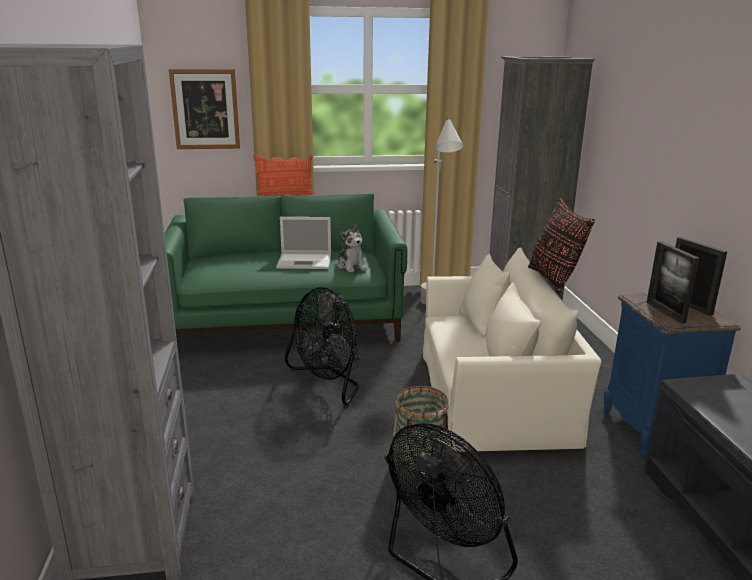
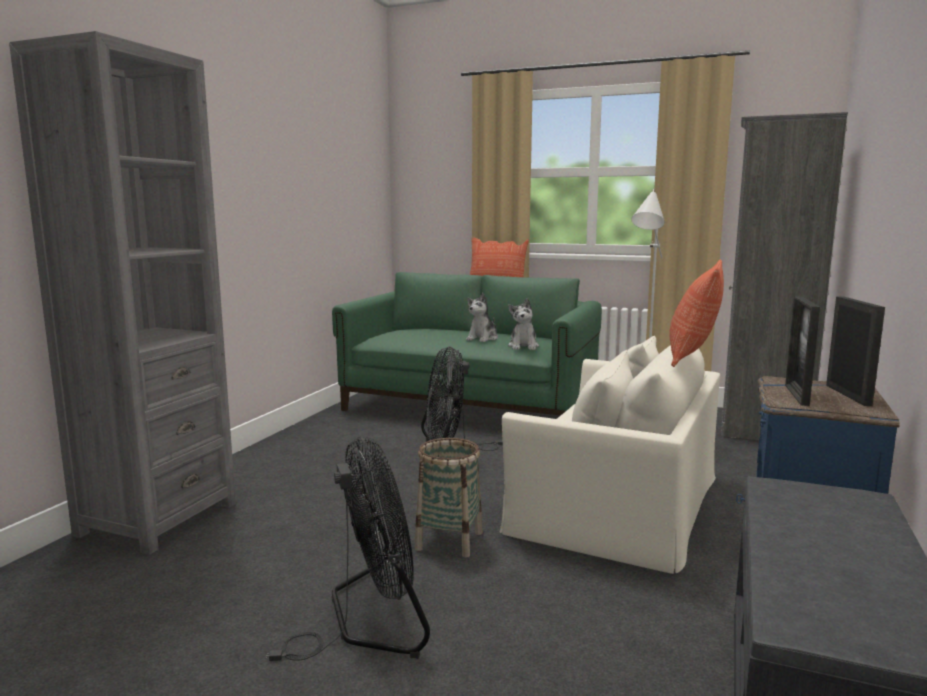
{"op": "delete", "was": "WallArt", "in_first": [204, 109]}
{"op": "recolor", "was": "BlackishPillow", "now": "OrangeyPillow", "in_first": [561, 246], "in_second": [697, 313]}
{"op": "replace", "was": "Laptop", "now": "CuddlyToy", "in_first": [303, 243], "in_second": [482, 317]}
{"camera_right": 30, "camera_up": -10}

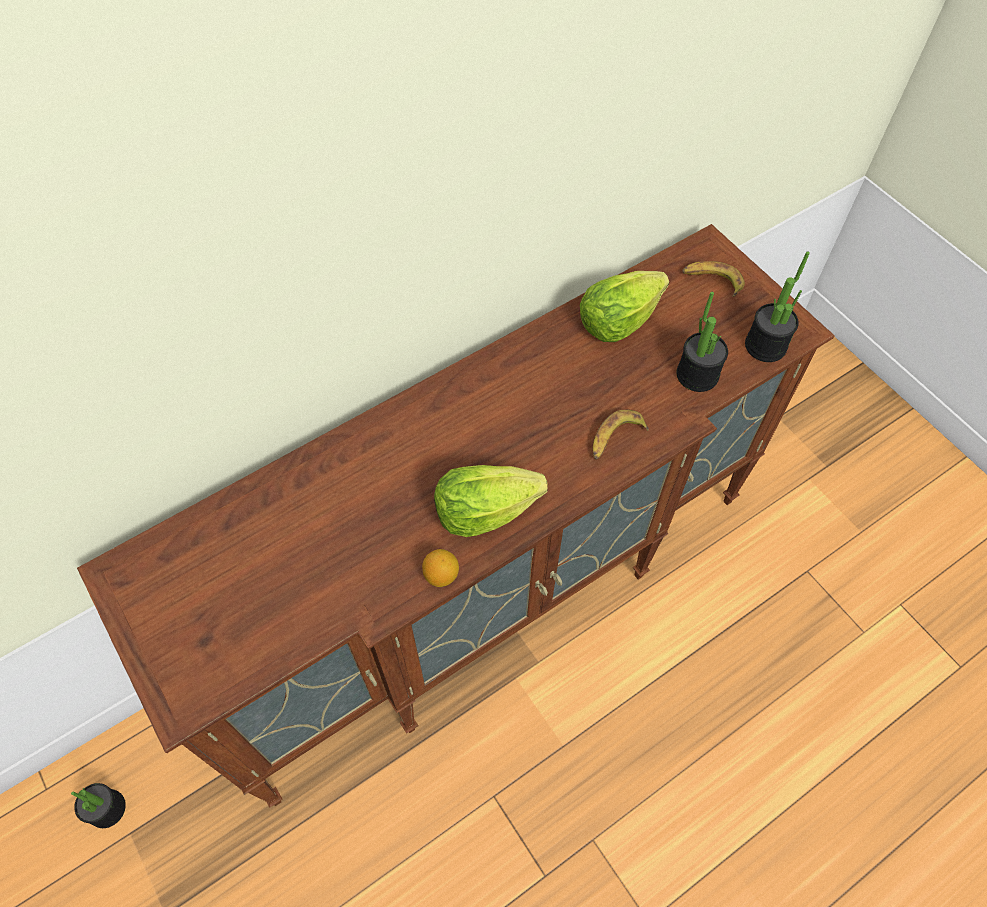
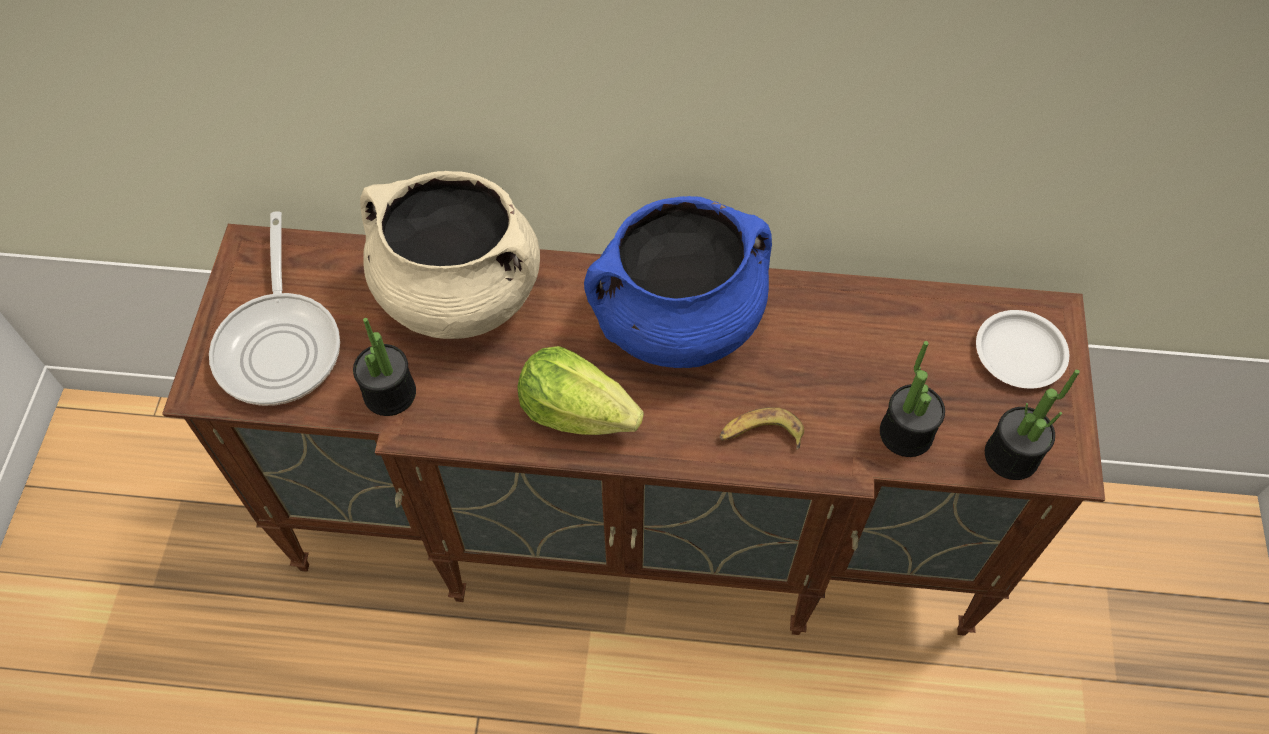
{"op": "replace", "was": "Banana", "now": "WhiteColouredFlatDish", "in_first": [713, 279], "in_second": [1022, 349]}
{"op": "delete", "was": "Lettuce", "in_first": [624, 306]}
{"op": "delete", "was": "CitrusFruit", "in_first": [440, 568]}
{"op": "move", "was": "PottedPlant", "in_first": [98, 805], "in_second": [384, 367]}
{"op": "insert", "now": "BeigeColouredStockpot", "in_second": [450, 255]}
{"op": "insert", "now": "BlueStockpot", "in_second": [678, 282]}
{"op": "insert", "now": "Pan", "in_second": [274, 308]}
{"camera_right": 40, "camera_up": 0}

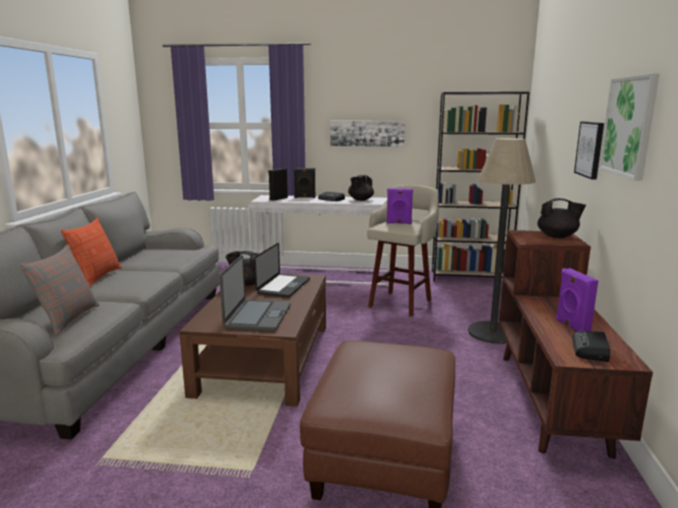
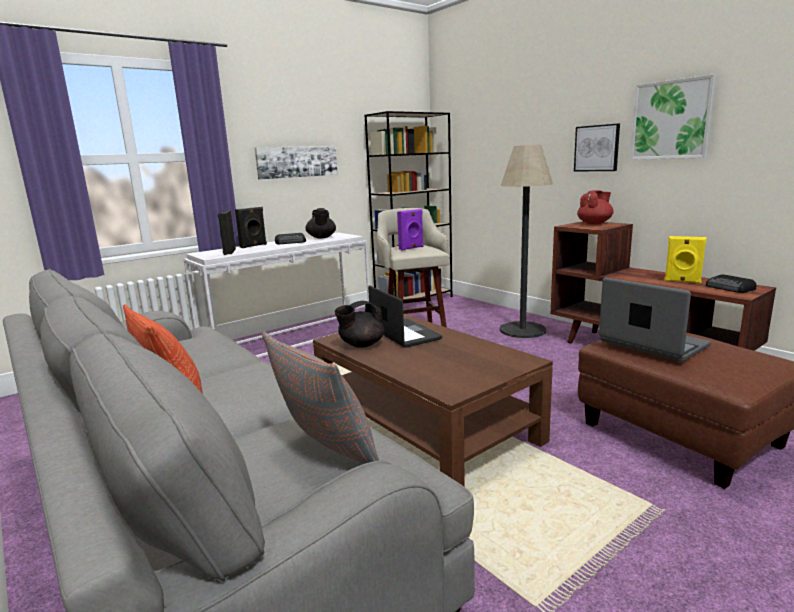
{"op": "recolor", "was": "BlackishPotForTea", "now": "RedPotForTea", "in_first": [561, 218], "in_second": [595, 207]}
{"op": "move", "was": "Laptop", "in_first": [255, 293], "in_second": [655, 319]}
{"op": "recolor", "was": "PurpleLoudspeaker", "now": "YellowishLoudspeaker", "in_first": [577, 299], "in_second": [685, 259]}
{"camera_right": -45, "camera_up": 0}

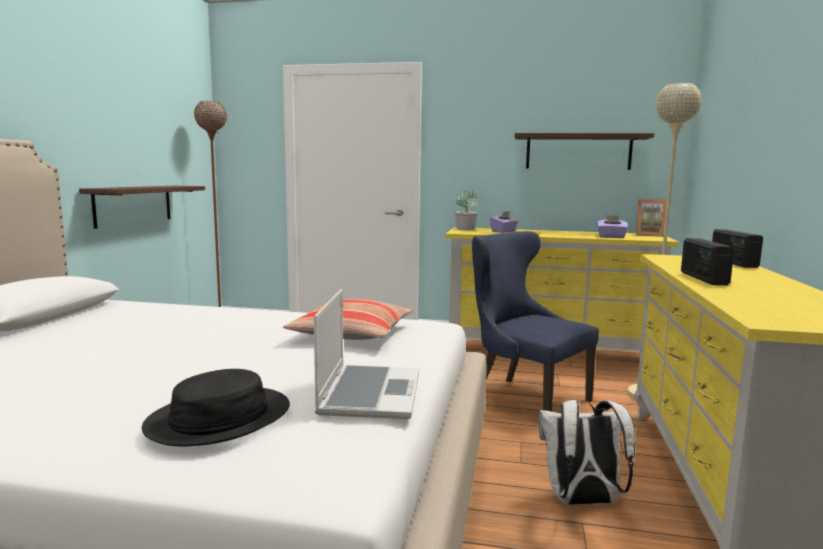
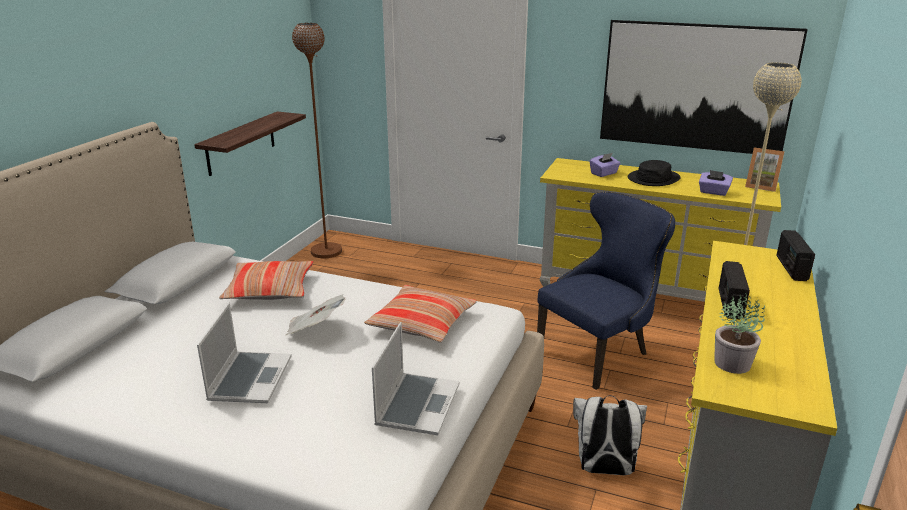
{"op": "replace", "was": "Shelf", "now": "WallArt", "in_first": [584, 151], "in_second": [704, 87]}
{"op": "move", "was": "PottedPlant", "in_first": [466, 210], "in_second": [739, 333]}
{"op": "rotate", "was": "BluePlainChair", "in_first": [535, 321], "in_second": [606, 291], "clockwise": 90}
{"op": "move", "was": "BlackishClothingHat", "in_first": [216, 407], "in_second": [654, 173]}
{"op": "insert", "now": "Pillow", "in_second": [266, 280]}
{"op": "insert", "now": "DailyPaper", "in_second": [315, 315]}
{"op": "insert", "now": "Laptop", "in_second": [244, 353]}
{"camera_right": 10, "camera_up": 15}

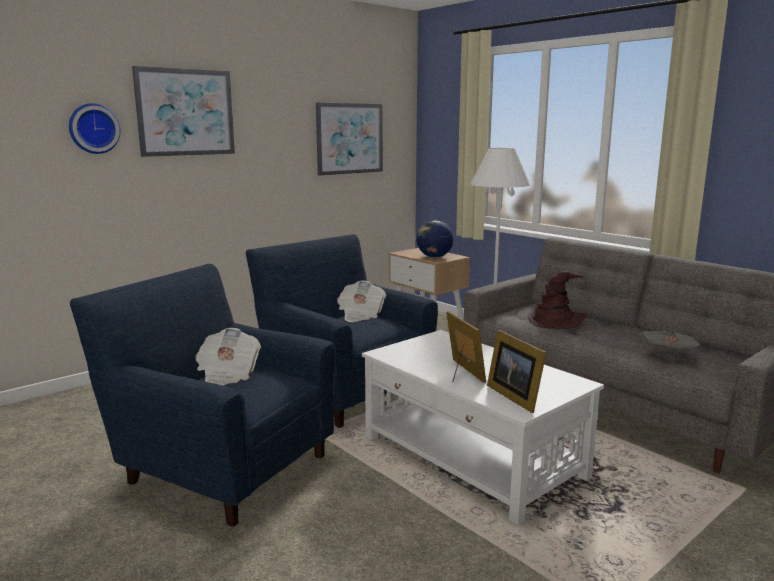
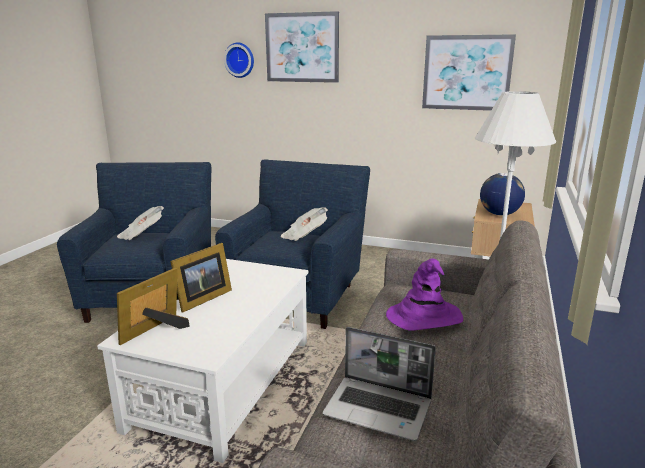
{"op": "recolor", "was": "BrownClothingHat", "now": "PurpleClothingHat", "in_first": [557, 300], "in_second": [424, 294]}
{"op": "replace", "was": "DailyPaper", "now": "Laptop", "in_first": [669, 339], "in_second": [379, 384]}
{"camera_right": 60, "camera_up": 5}

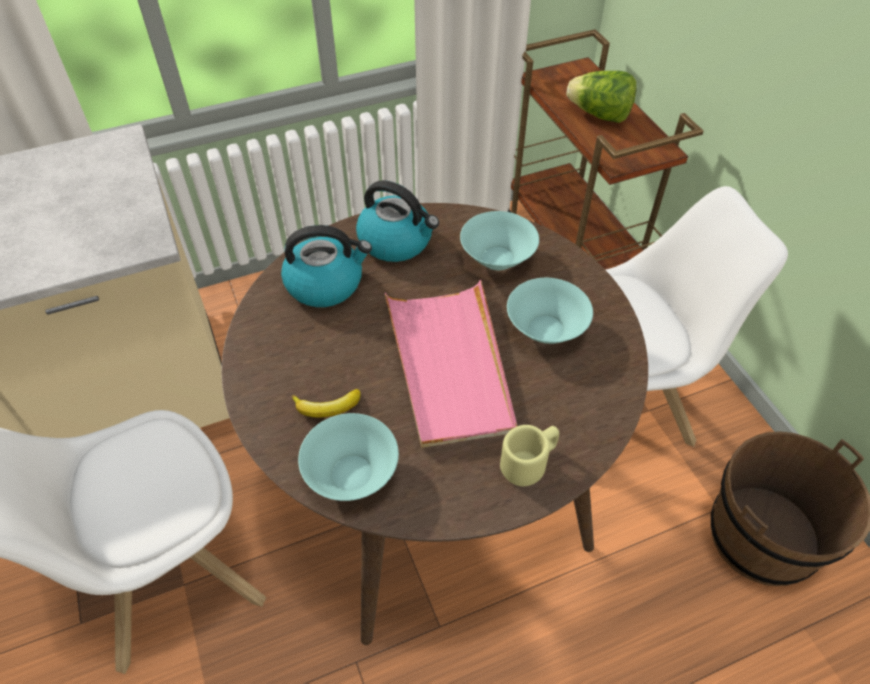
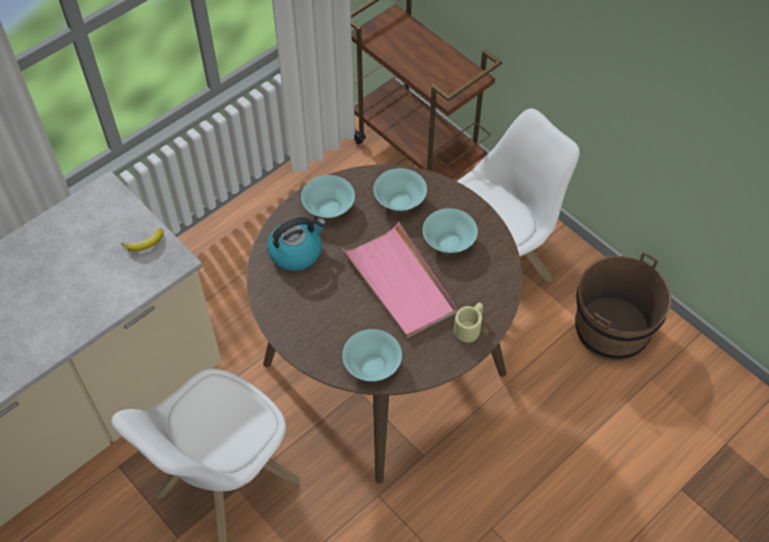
{"op": "delete", "was": "Lettuce", "in_first": [601, 97]}
{"op": "replace", "was": "WaterKettle", "now": "TurquoiseBowl", "in_first": [397, 221], "in_second": [328, 196]}
{"op": "move", "was": "Banana", "in_first": [326, 403], "in_second": [142, 240]}
{"camera_right": -20, "camera_up": 5}

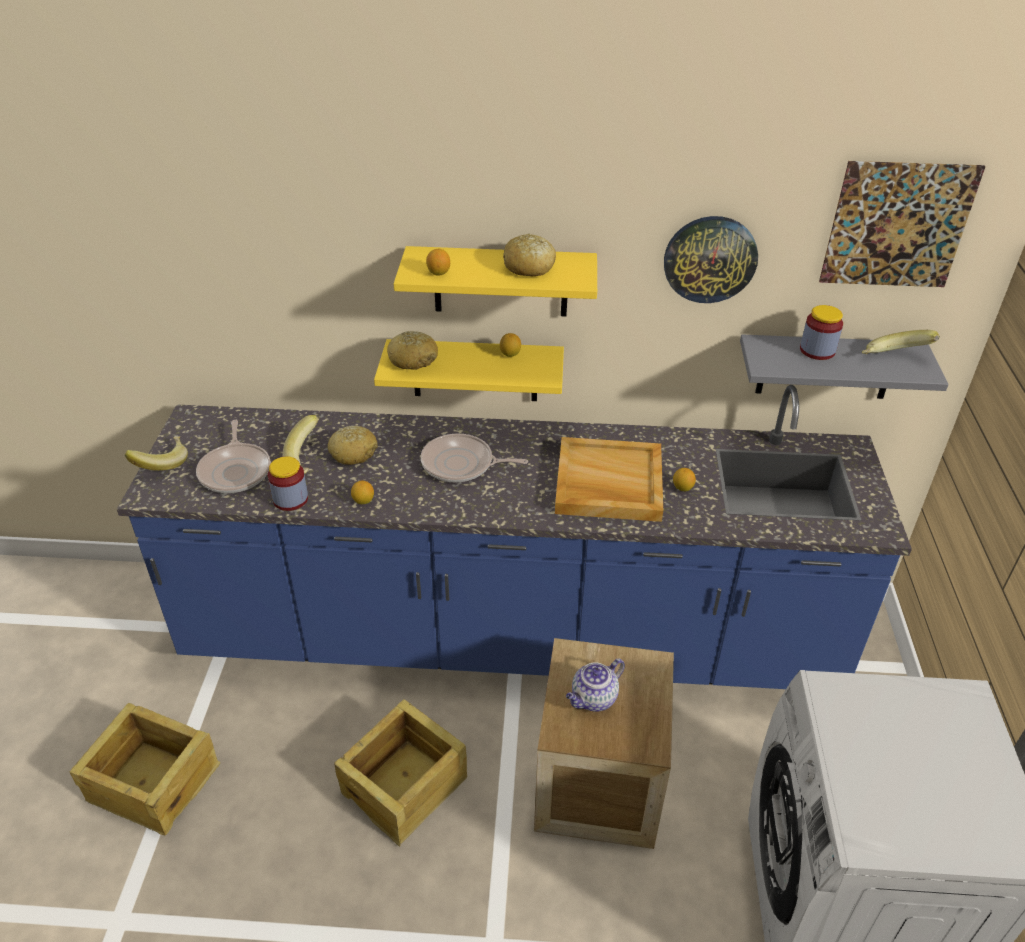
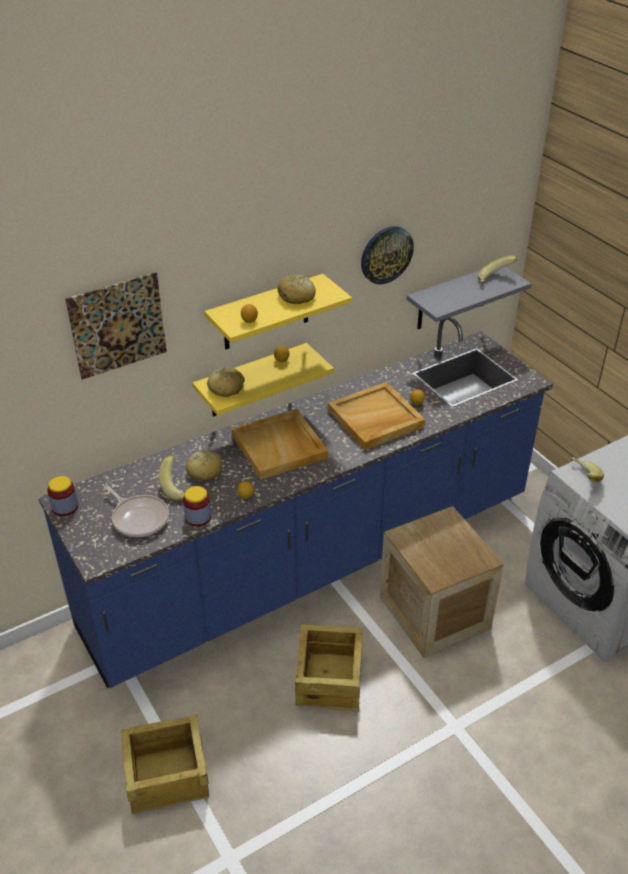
{"op": "move", "was": "WallArt", "in_first": [902, 224], "in_second": [116, 326]}
{"op": "move", "was": "StorageJar", "in_first": [821, 332], "in_second": [62, 496]}
{"op": "replace", "was": "Pan", "now": "BeigeColouredServingTray", "in_first": [474, 458], "in_second": [280, 444]}
{"op": "move", "was": "Banana", "in_first": [156, 453], "in_second": [588, 469]}
{"op": "delete", "was": "PotForTea", "in_first": [595, 685]}
{"camera_right": -35, "camera_up": 0}

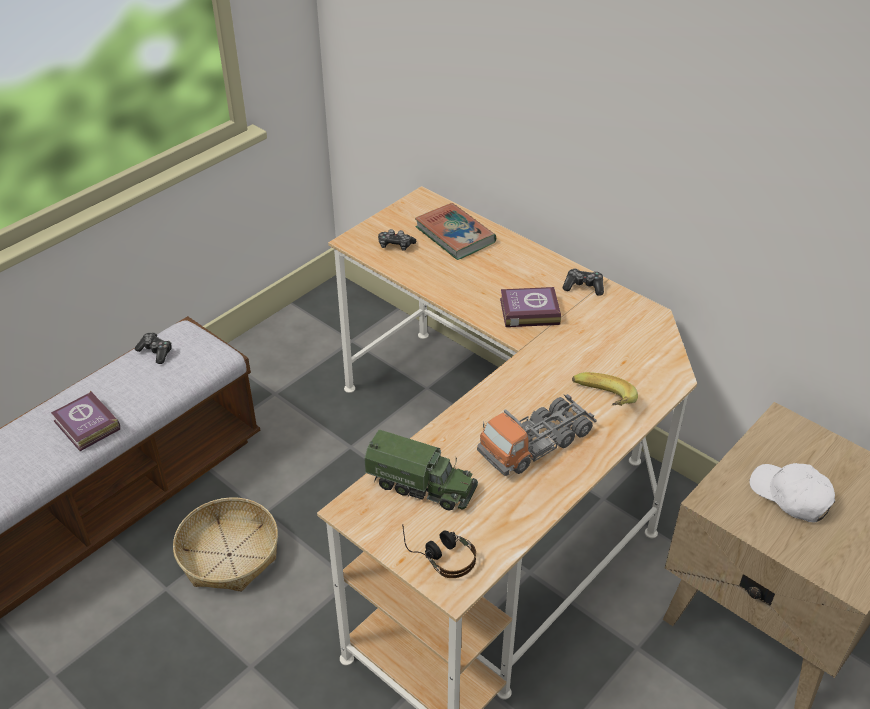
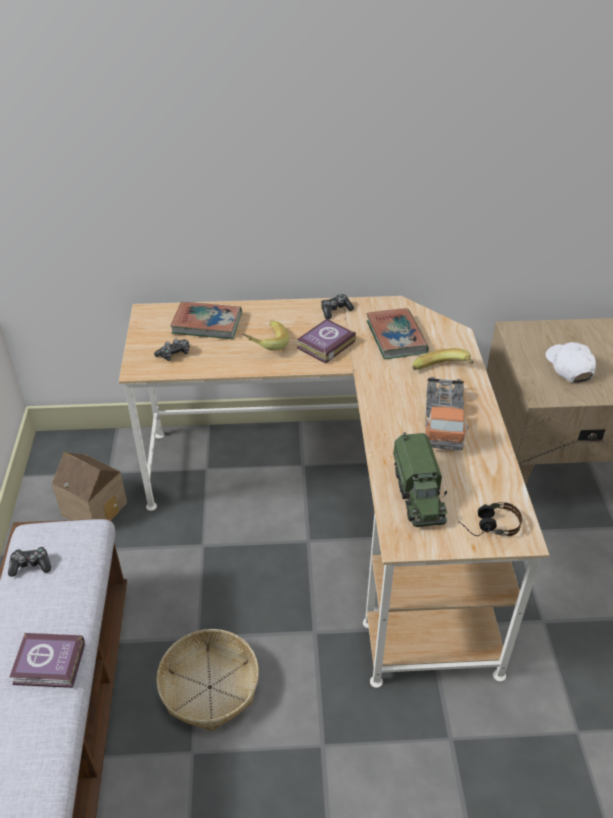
{"op": "rotate", "was": "ToyLorry", "in_first": [421, 470], "in_second": [420, 479], "clockwise": 105}
{"op": "rotate", "was": "WhiteColouredCap", "in_first": [792, 492], "in_second": [570, 362], "clockwise": 75}
{"op": "insert", "now": "BoundBook", "in_second": [397, 333]}
{"op": "insert", "now": "Banana", "in_second": [265, 335]}
{"op": "insert", "now": "MiniatureHouse", "in_second": [89, 486]}
{"camera_right": -45, "camera_up": 0}

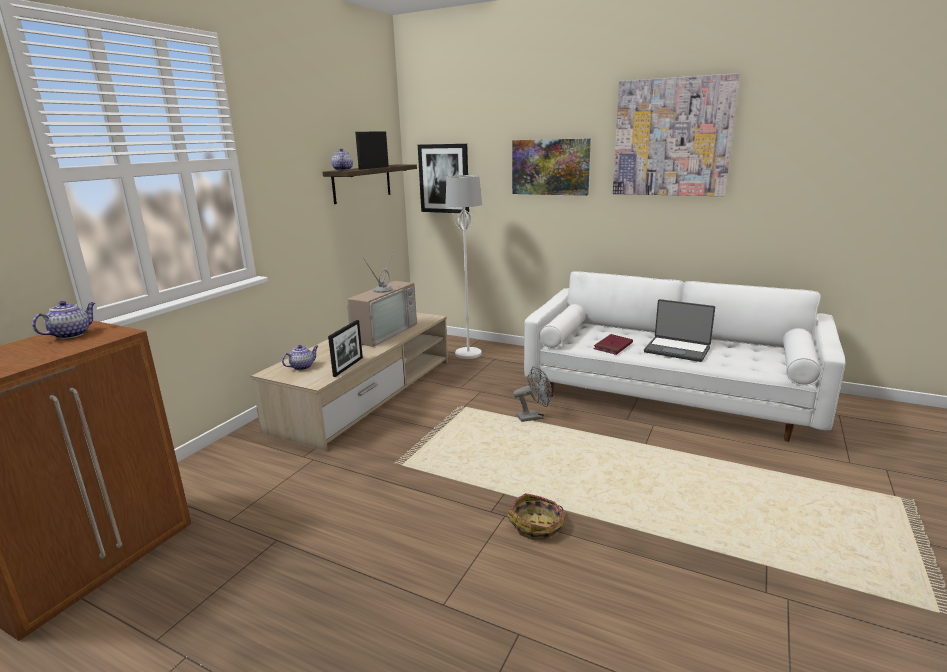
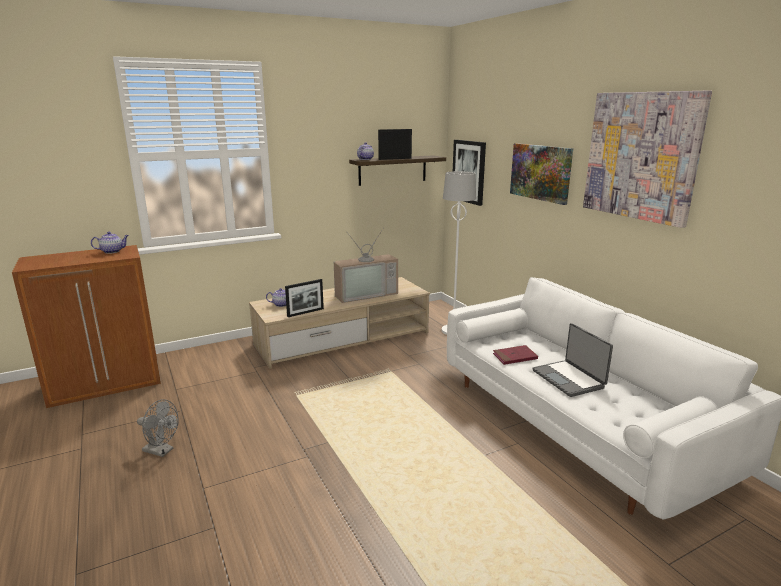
{"op": "move", "was": "GreyishCoolingFan", "in_first": [532, 394], "in_second": [158, 428]}
{"op": "delete", "was": "StorageBasket", "in_first": [536, 516]}
{"camera_right": 35, "camera_up": 0}

